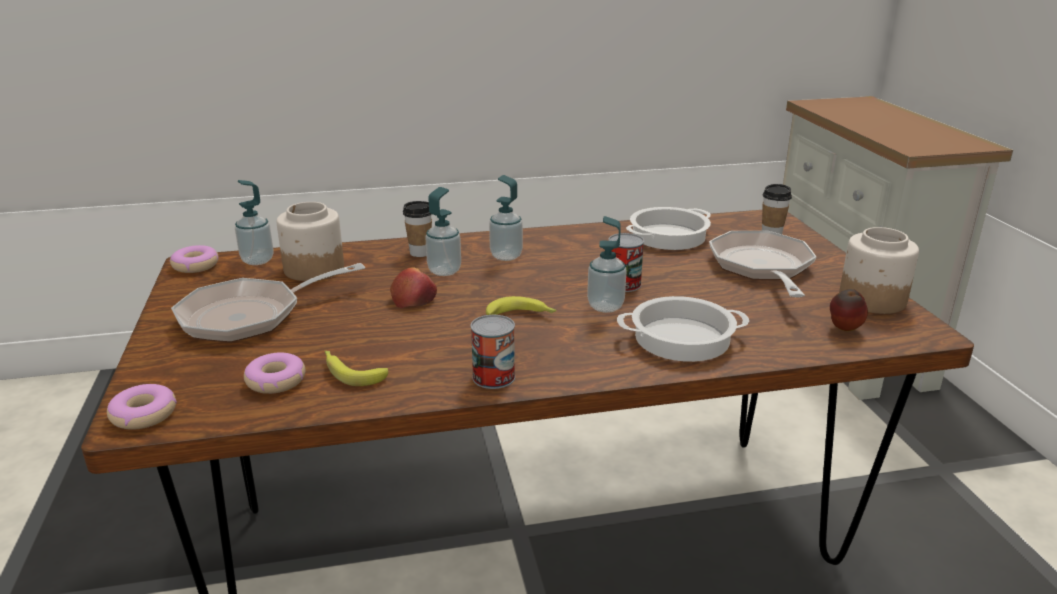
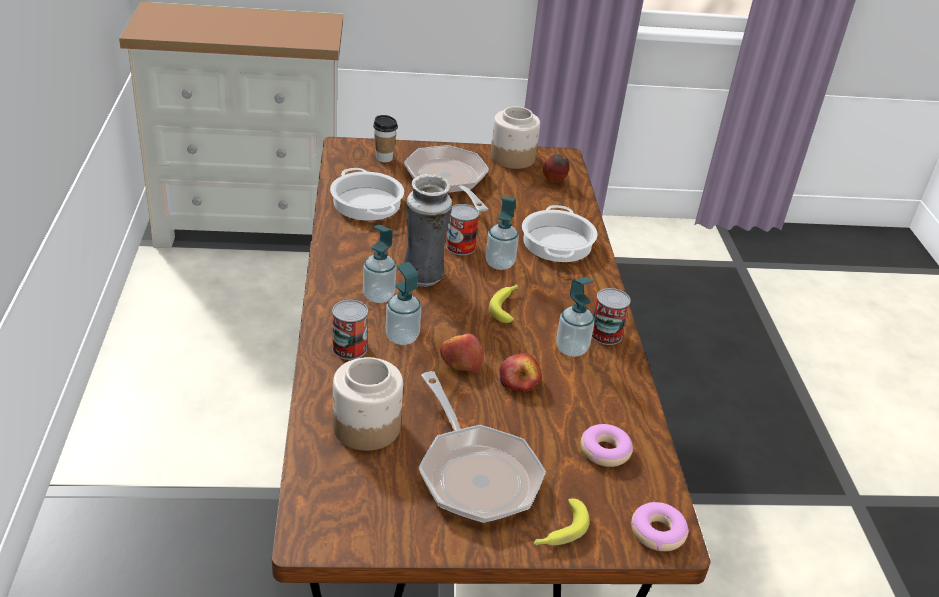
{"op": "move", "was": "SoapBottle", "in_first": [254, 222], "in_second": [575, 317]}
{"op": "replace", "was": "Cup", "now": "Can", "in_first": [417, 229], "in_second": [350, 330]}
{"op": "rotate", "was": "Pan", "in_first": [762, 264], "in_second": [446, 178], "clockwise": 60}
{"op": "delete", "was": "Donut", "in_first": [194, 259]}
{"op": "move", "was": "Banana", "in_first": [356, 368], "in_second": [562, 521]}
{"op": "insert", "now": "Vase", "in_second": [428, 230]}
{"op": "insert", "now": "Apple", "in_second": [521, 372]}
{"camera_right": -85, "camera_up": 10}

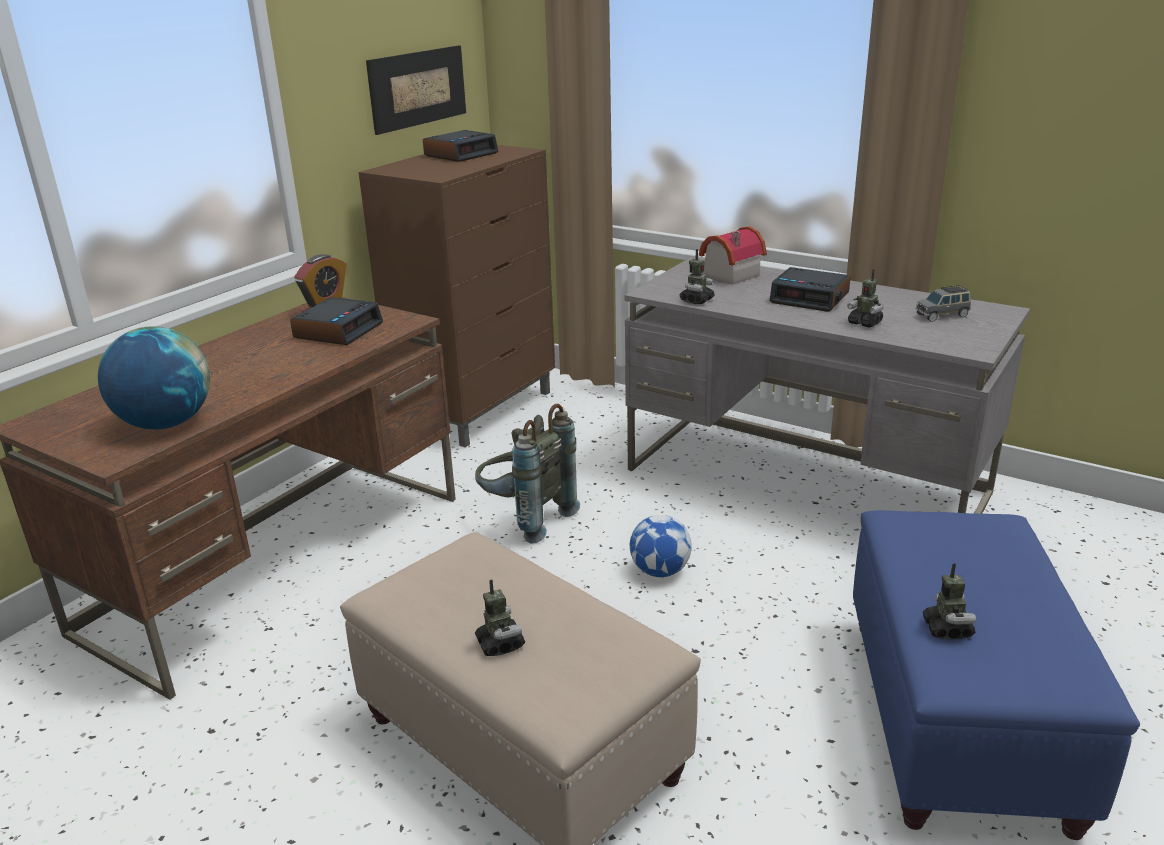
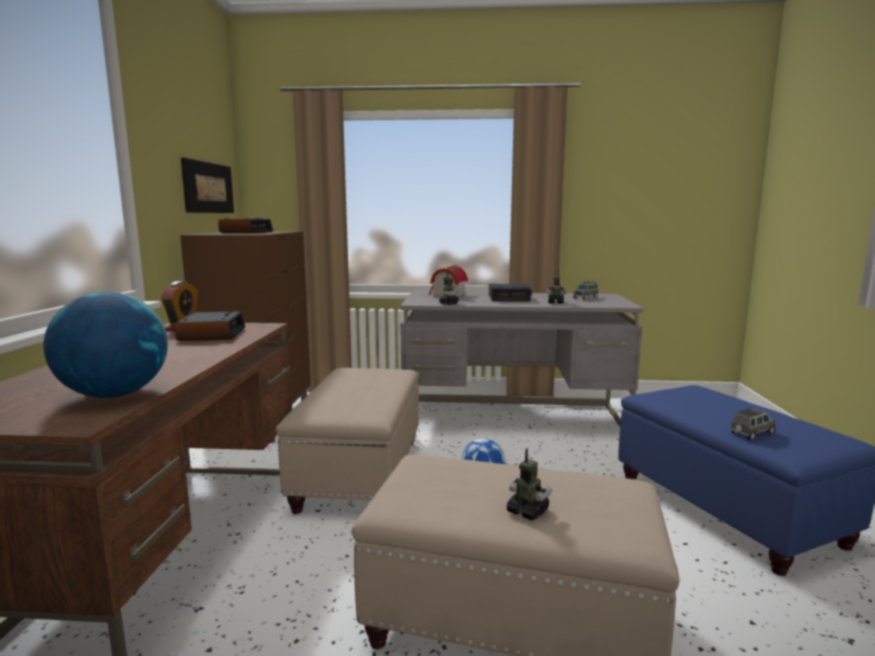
{"op": "replace", "was": "GreyishRucksack", "now": "BeigeColouredPouffe", "in_first": [527, 474], "in_second": [347, 441]}
{"op": "replace", "was": "ToyRobot", "now": "GreyishMiniatureCar", "in_first": [949, 601], "in_second": [753, 424]}
{"camera_right": -30, "camera_up": -15}

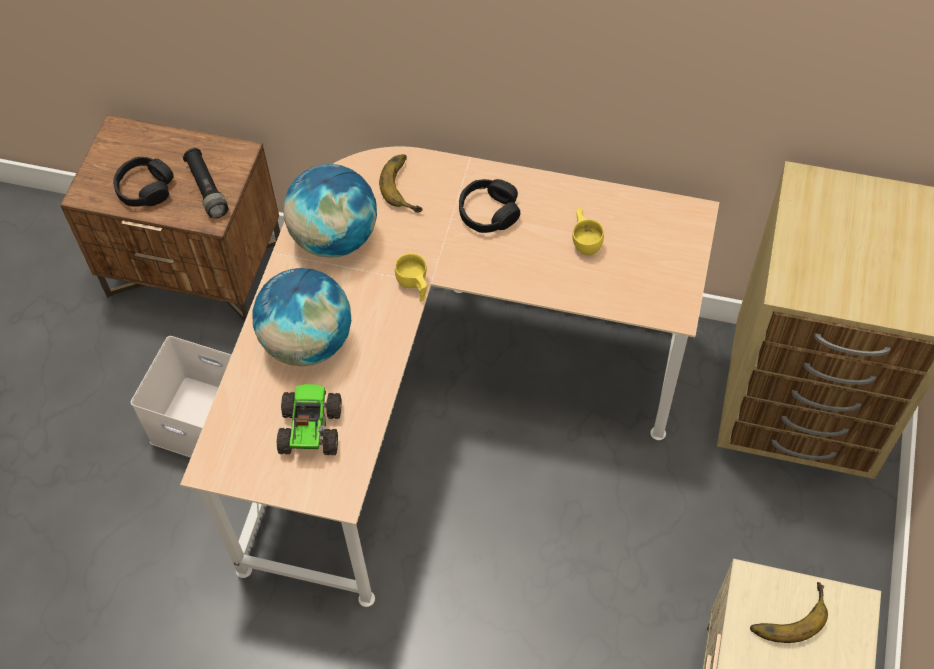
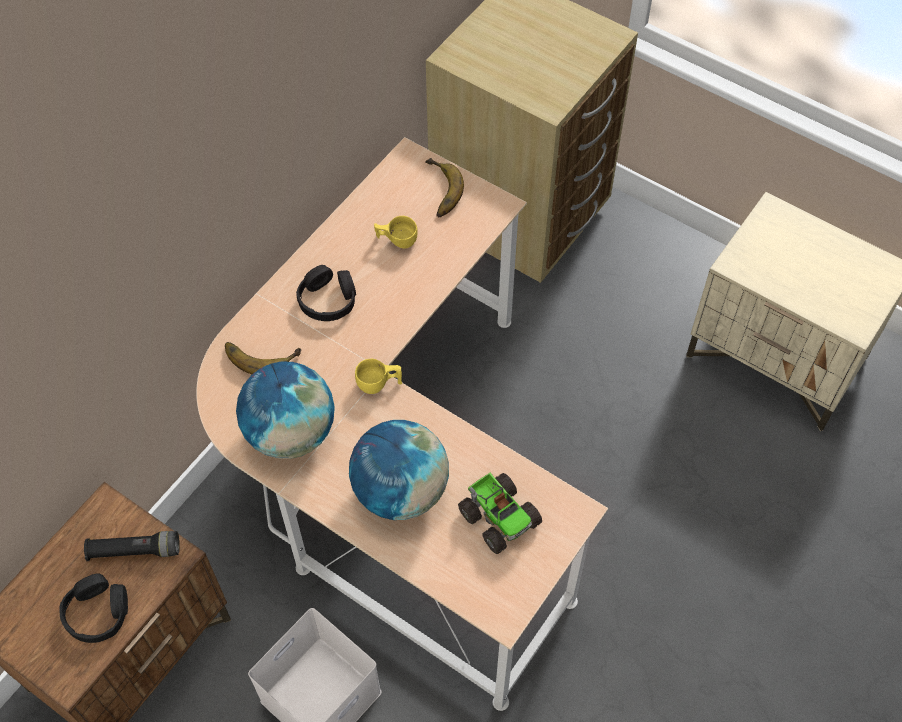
{"op": "rotate", "was": "ToyLorry", "in_first": [309, 419], "in_second": [500, 513], "clockwise": -150}
{"op": "move", "was": "Banana", "in_first": [789, 612], "in_second": [444, 187]}
{"camera_right": -70, "camera_up": 0}

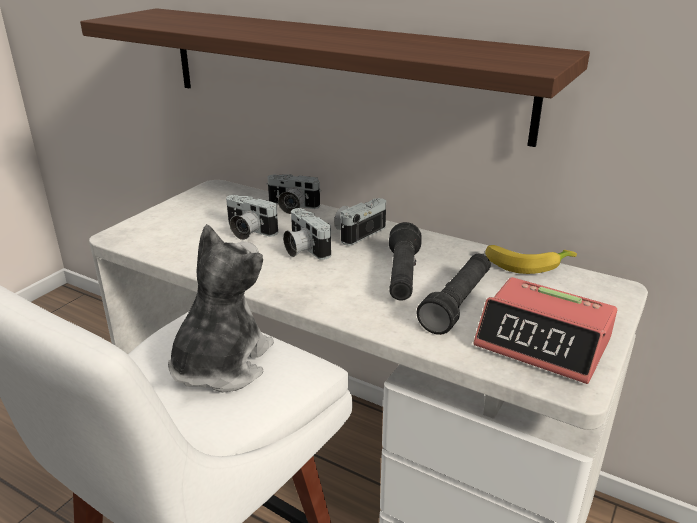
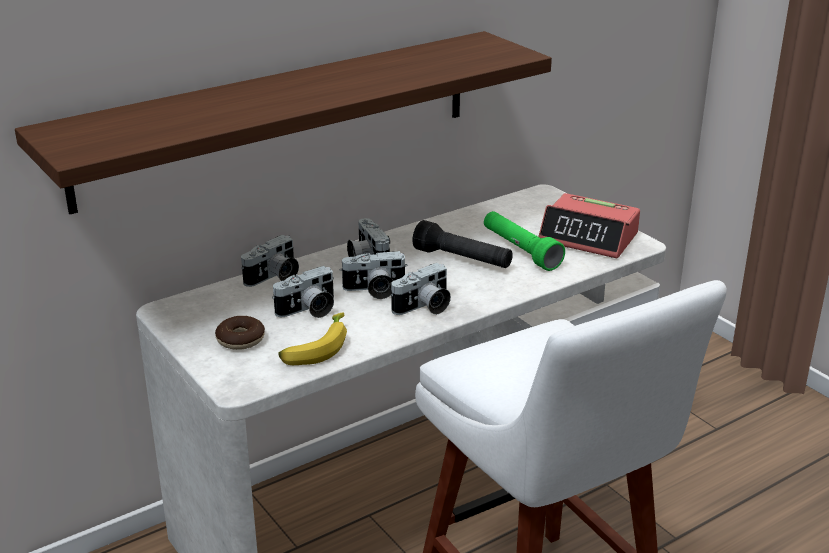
{"op": "delete", "was": "CuddlyToy", "in_first": [221, 308]}
{"op": "move", "was": "Banana", "in_first": [531, 259], "in_second": [312, 338]}
{"op": "recolor", "was": "BlackishHandTorch", "now": "GreenHandTorch", "in_first": [454, 294], "in_second": [524, 241]}
{"op": "rotate", "was": "TableClock", "in_first": [545, 330], "in_second": [589, 225], "clockwise": 60}
{"op": "insert", "now": "StillCamera", "in_second": [421, 289]}
{"op": "insert", "now": "Donut", "in_second": [240, 333]}
{"camera_right": -65, "camera_up": 0}

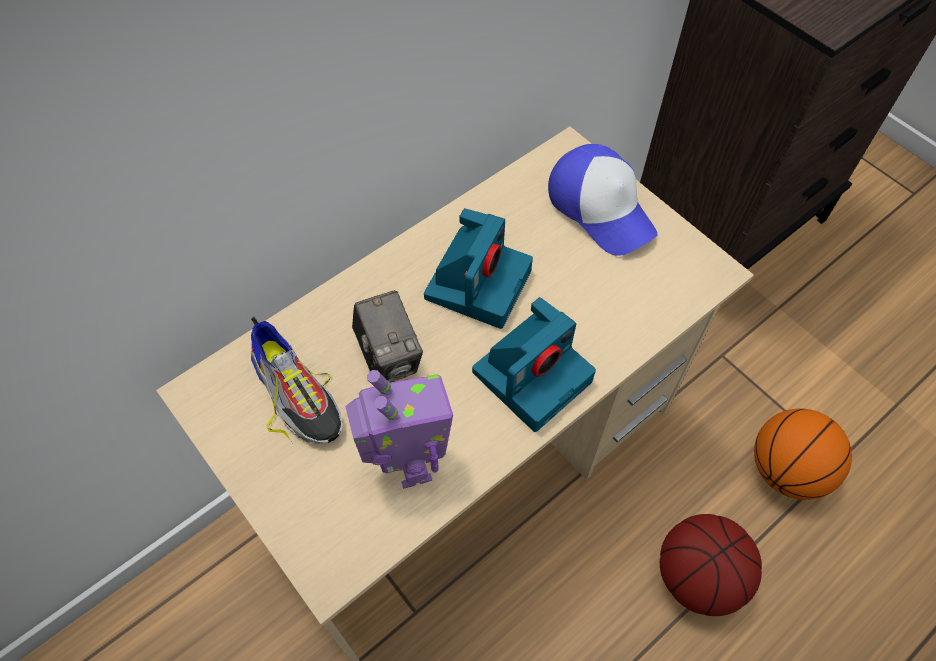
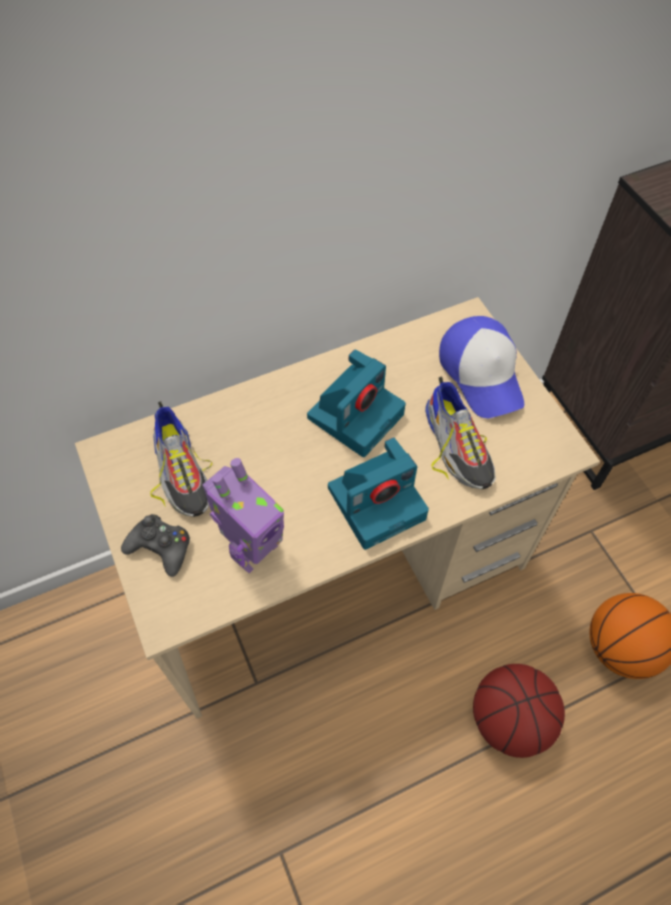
{"op": "delete", "was": "StillCamera", "in_first": [387, 336]}
{"op": "rotate", "was": "ToyRobot", "in_first": [399, 429], "in_second": [243, 515], "clockwise": 45}
{"op": "insert", "now": "Shoe", "in_second": [460, 432]}
{"op": "insert", "now": "BlackishGameController", "in_second": [155, 545]}
{"camera_right": 15, "camera_up": 0}

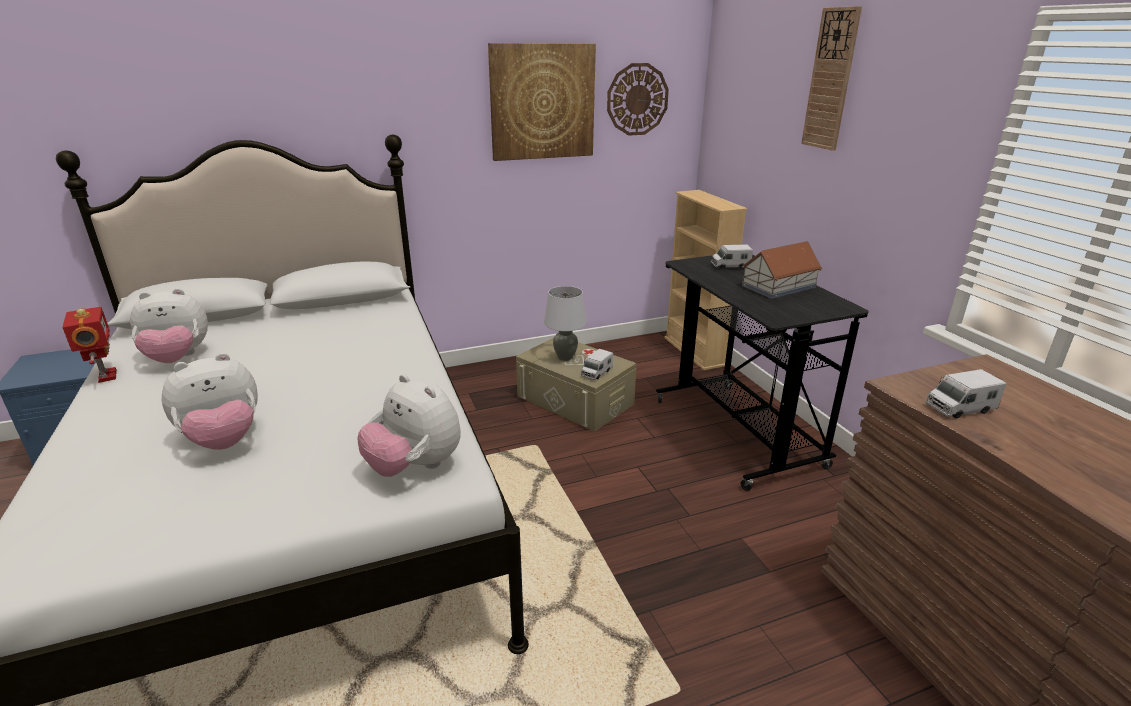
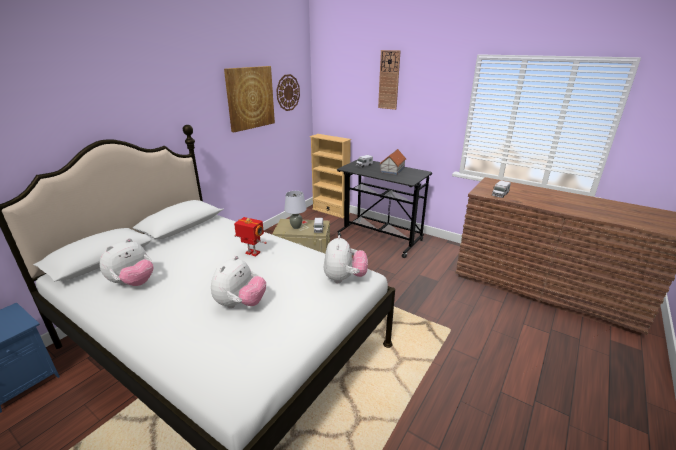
{"op": "move", "was": "ToyRobot", "in_first": [89, 345], "in_second": [250, 236]}
{"op": "rotate", "was": "CuddlyToy", "in_first": [409, 425], "in_second": [346, 259], "clockwise": -90}
{"camera_right": -35, "camera_up": 0}

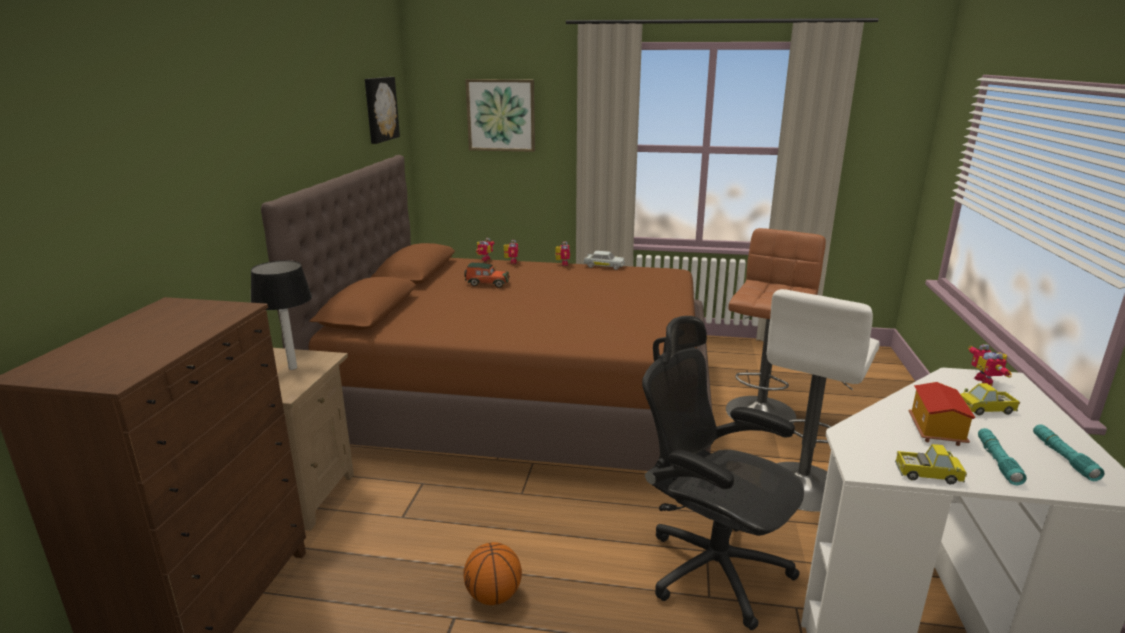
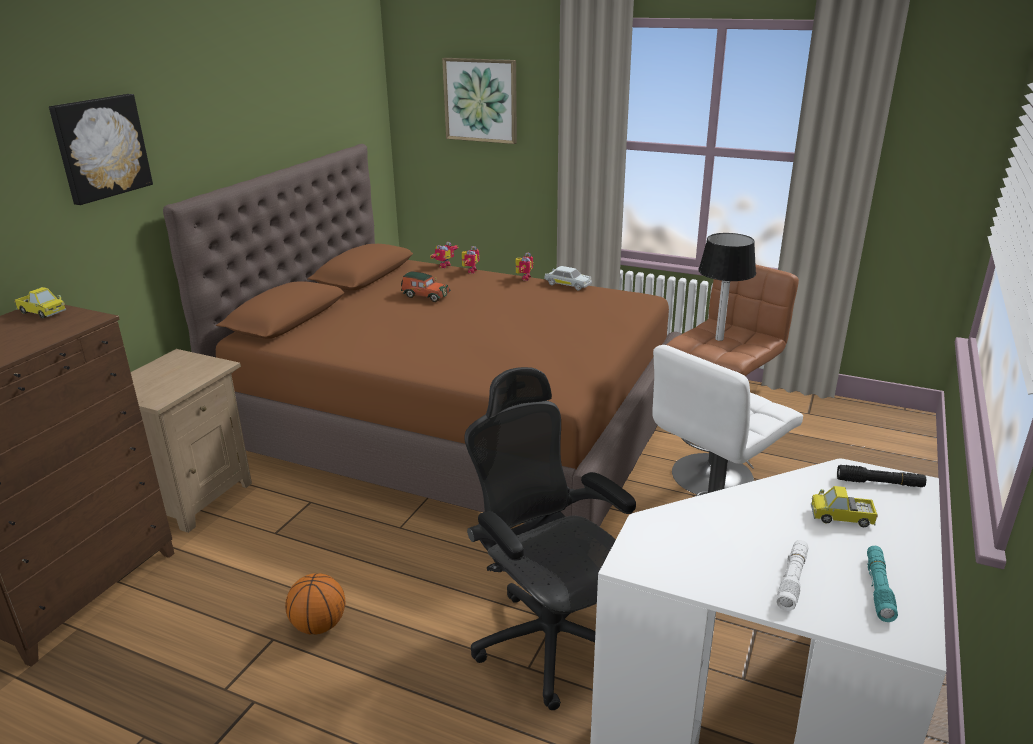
{"op": "move", "was": "WallArt", "in_first": [382, 110], "in_second": [101, 149]}
{"op": "move", "was": "LampForATable", "in_first": [281, 315], "in_second": [727, 287]}
{"op": "replace", "was": "ToyRobot", "now": "BlackishHandTorch", "in_first": [990, 365], "in_second": [881, 476]}
{"op": "delete", "was": "MiniatureHouse", "in_first": [942, 414]}
{"op": "recolor", "was": "TurquoiseHandTorch", "now": "WhiteColouredHandTorch", "in_first": [1002, 456], "in_second": [792, 575]}
{"op": "move", "was": "ToyLorry", "in_first": [931, 464], "in_second": [40, 302]}
{"camera_right": 15, "camera_up": 5}

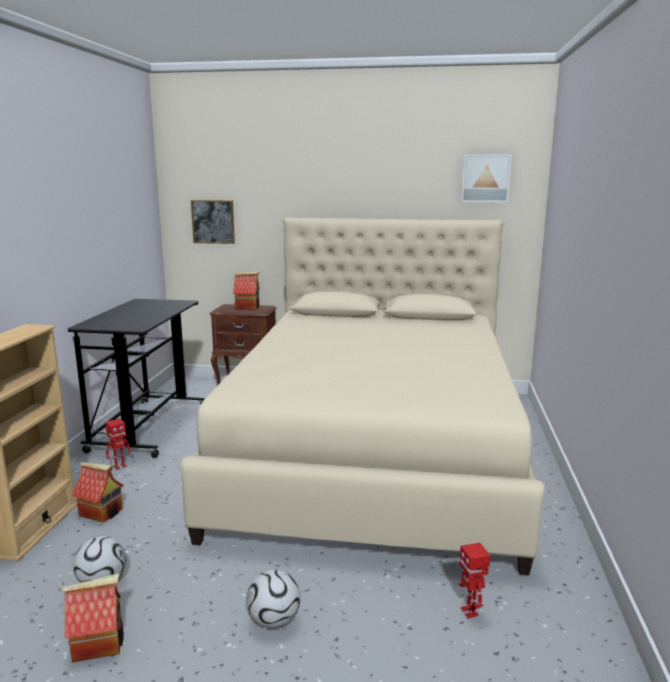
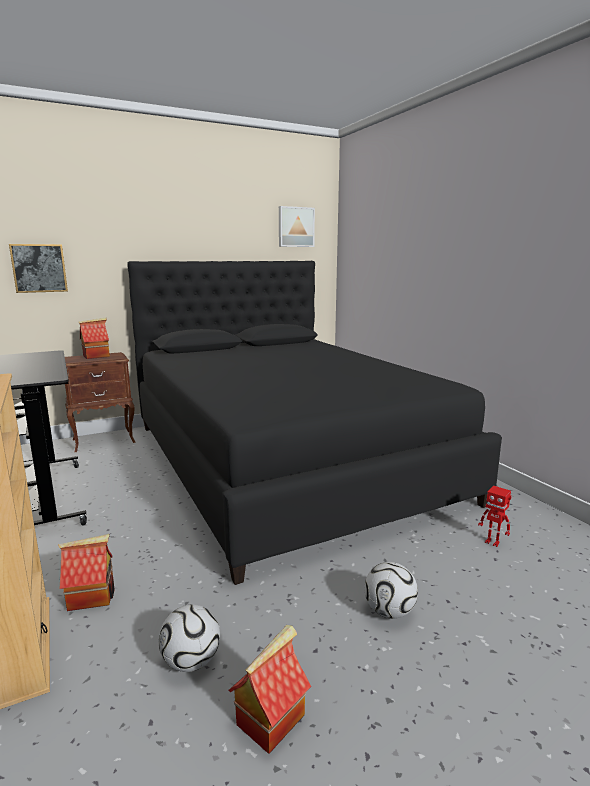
{"op": "recolor", "was": "BeigeColouredSleepingBed", "now": "BlackishSleepingBed", "in_first": [363, 396], "in_second": [314, 423]}
{"op": "delete", "was": "ToyRobot", "in_first": [118, 444]}
{"camera_right": -35, "camera_up": 0}

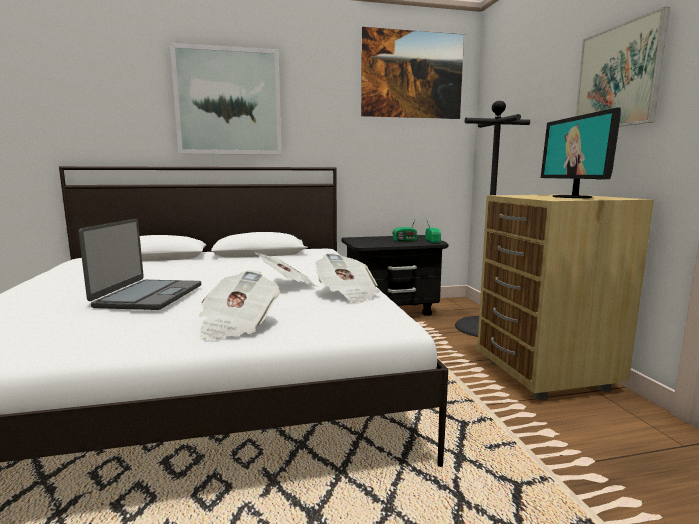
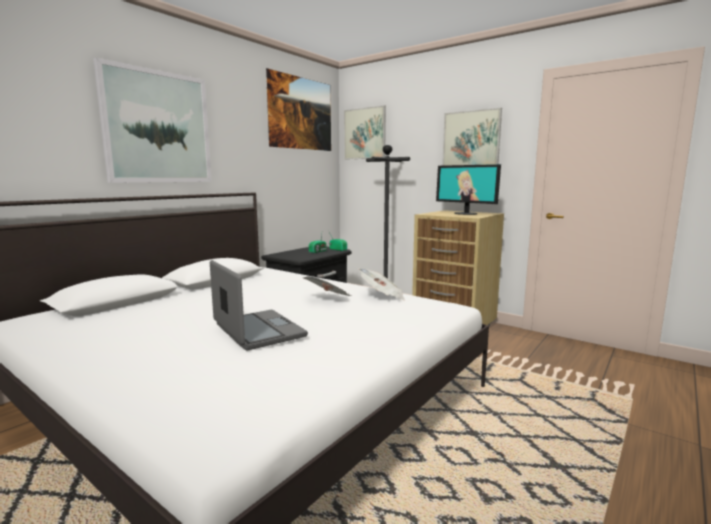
{"op": "delete", "was": "DailyPaper", "in_first": [239, 305]}
{"op": "insert", "now": "WallArt", "in_second": [365, 132]}
{"camera_right": -40, "camera_up": 0}

